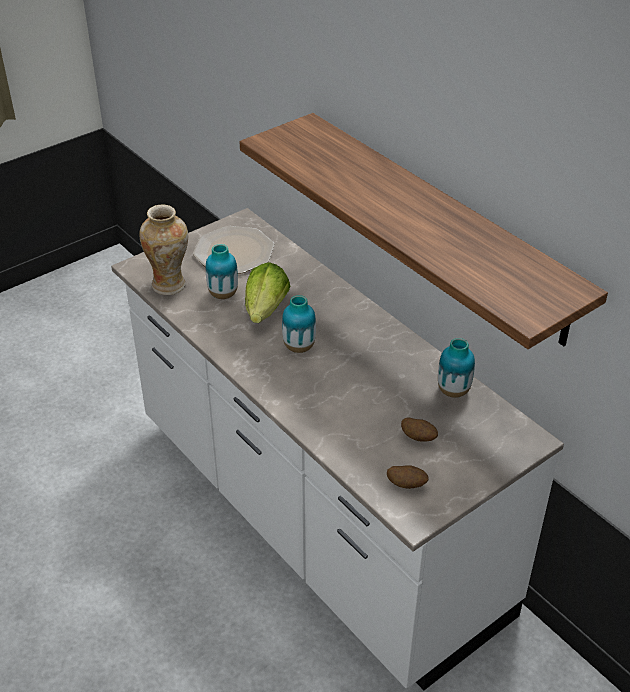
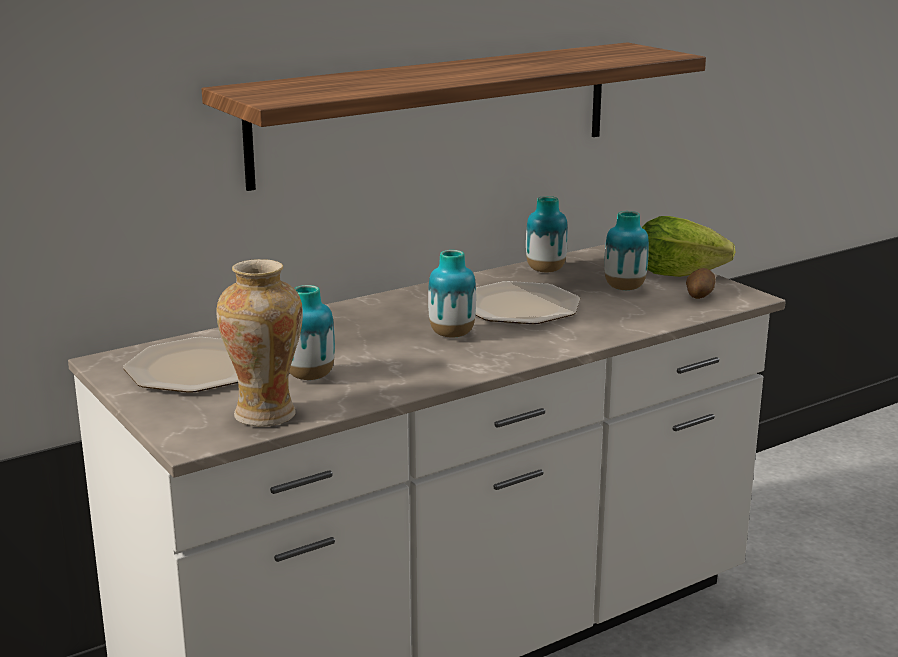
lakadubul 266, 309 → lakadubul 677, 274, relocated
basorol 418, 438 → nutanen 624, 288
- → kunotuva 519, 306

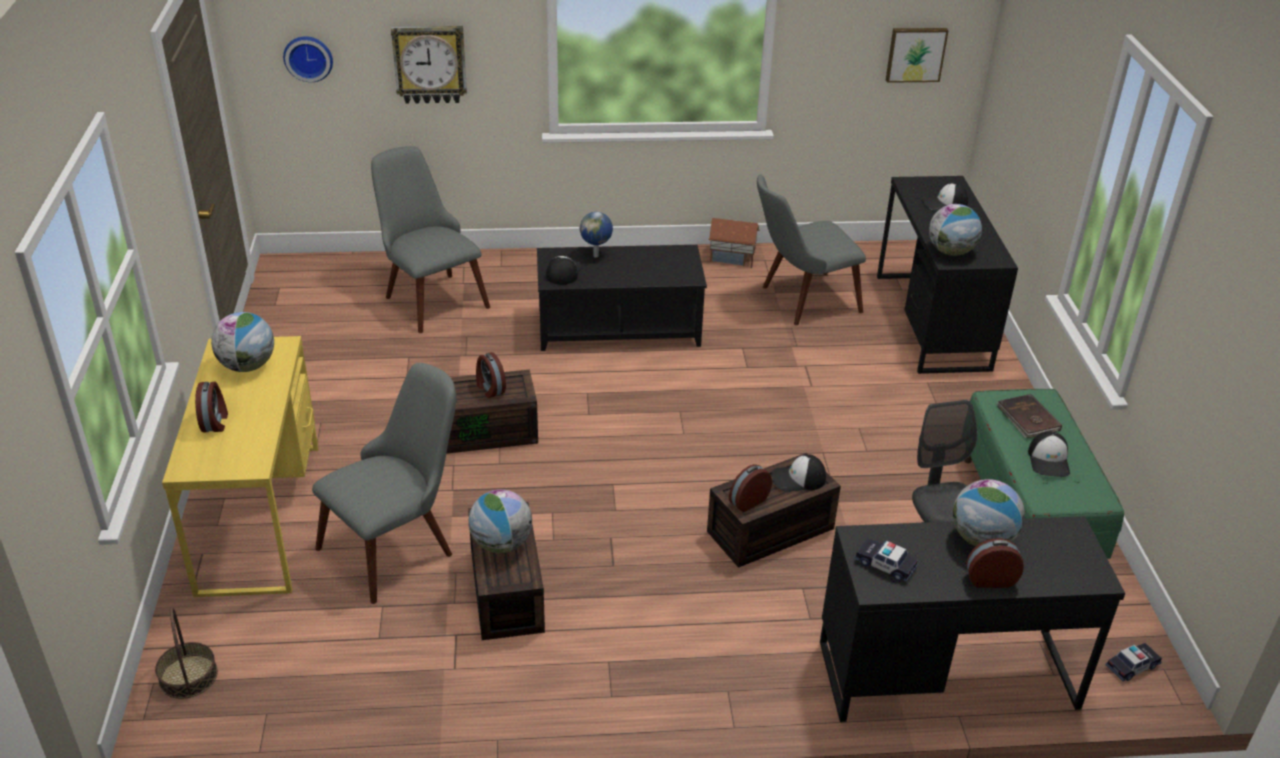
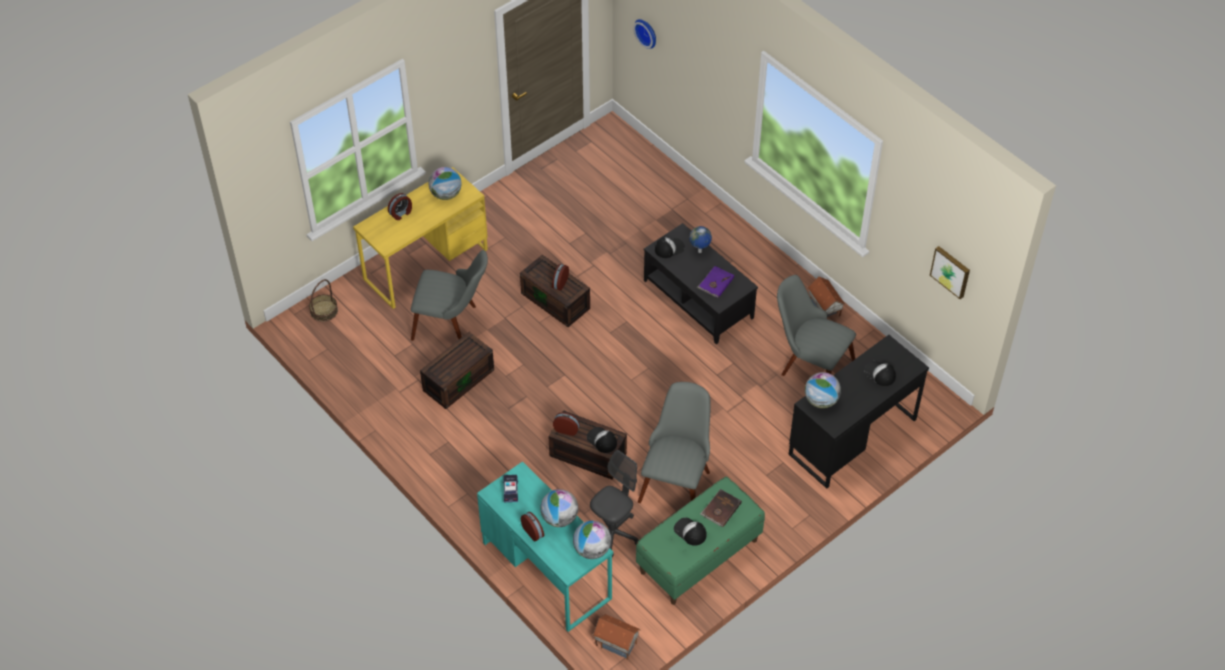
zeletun 430, 64 → -
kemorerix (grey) 429, 296 → kemorerix (grey) 677, 478, relocated
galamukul 1049, 460 → galamukul 690, 532, 75 degrees clockwise
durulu 501, 544 → durulu 592, 550, relocated
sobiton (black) 946, 674 → sobiton (turquoise) 546, 570
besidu 1132, 666 → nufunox 616, 643
- → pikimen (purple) 715, 283

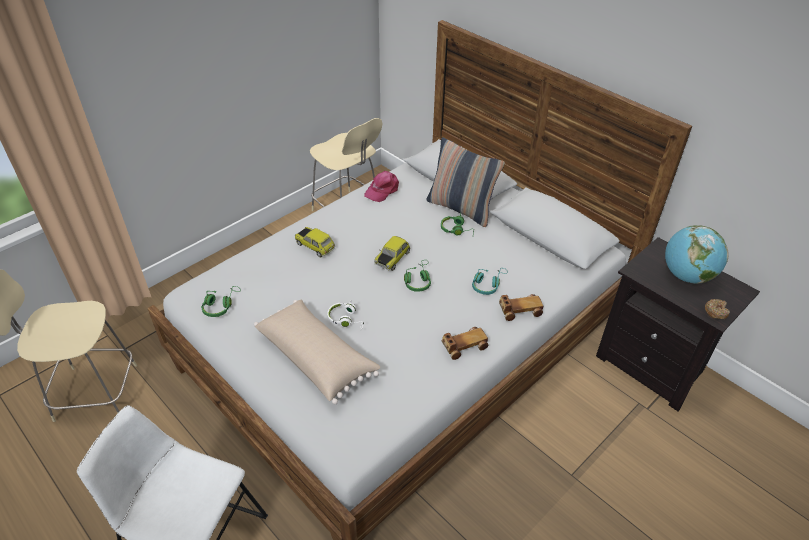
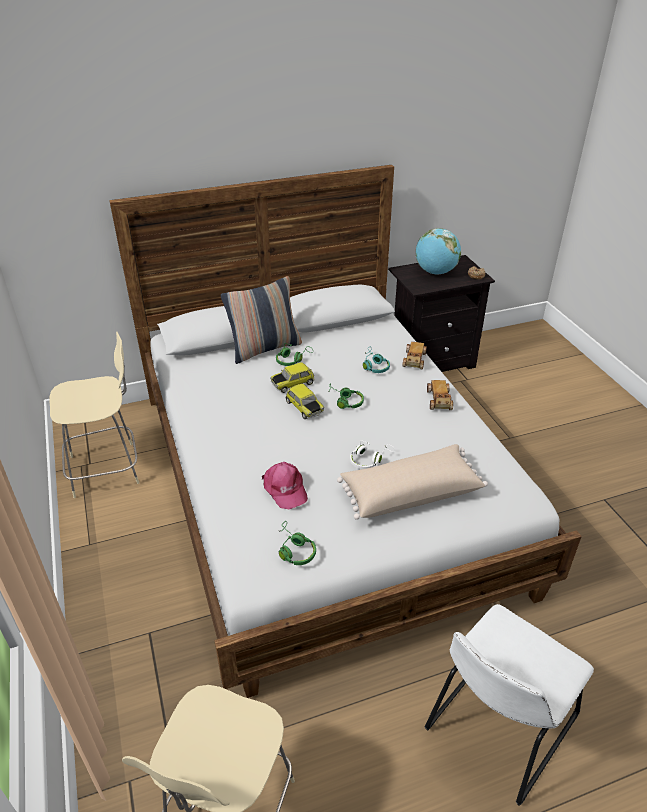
galamukul (pink) 382, 190 → galamukul (pink) 285, 489, relocated
besidu 316, 246 → besidu 292, 383, relocated

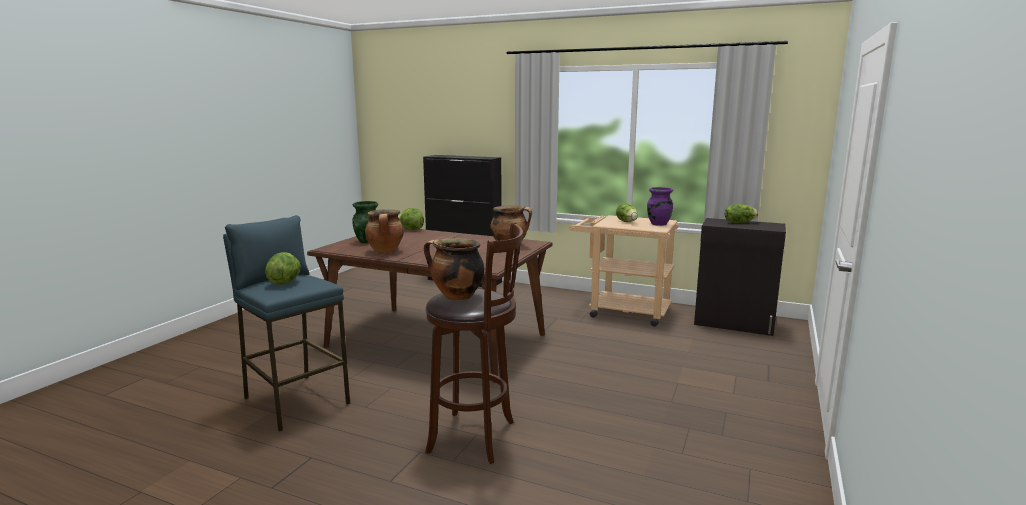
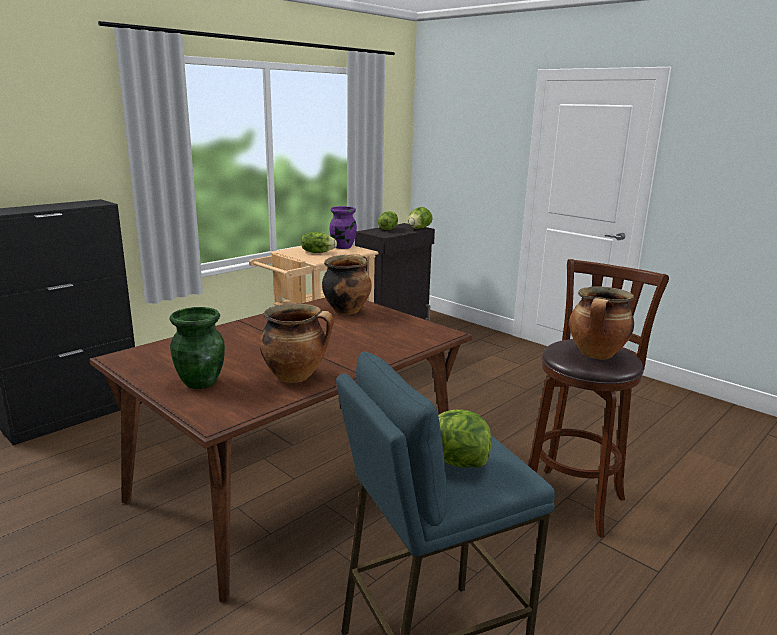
lakadubul 411, 229 → lakadubul 418, 229, relocated

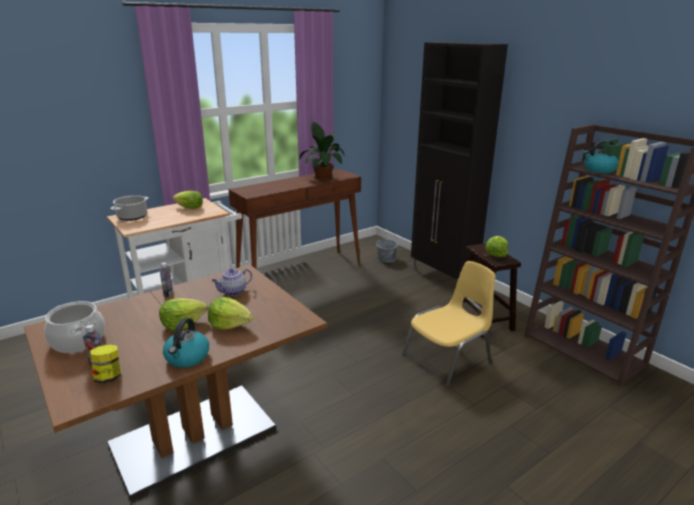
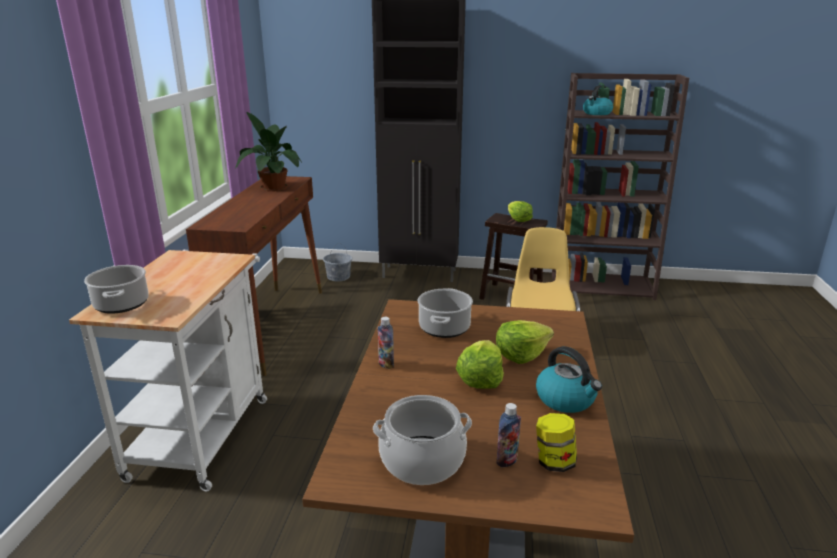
lakadubul 189, 208 → -
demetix 233, 292 → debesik 444, 328

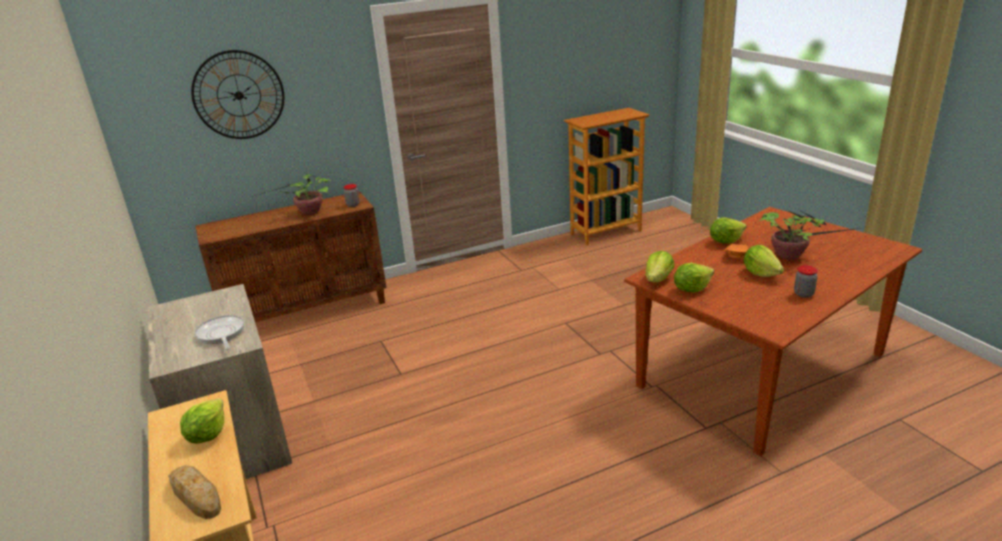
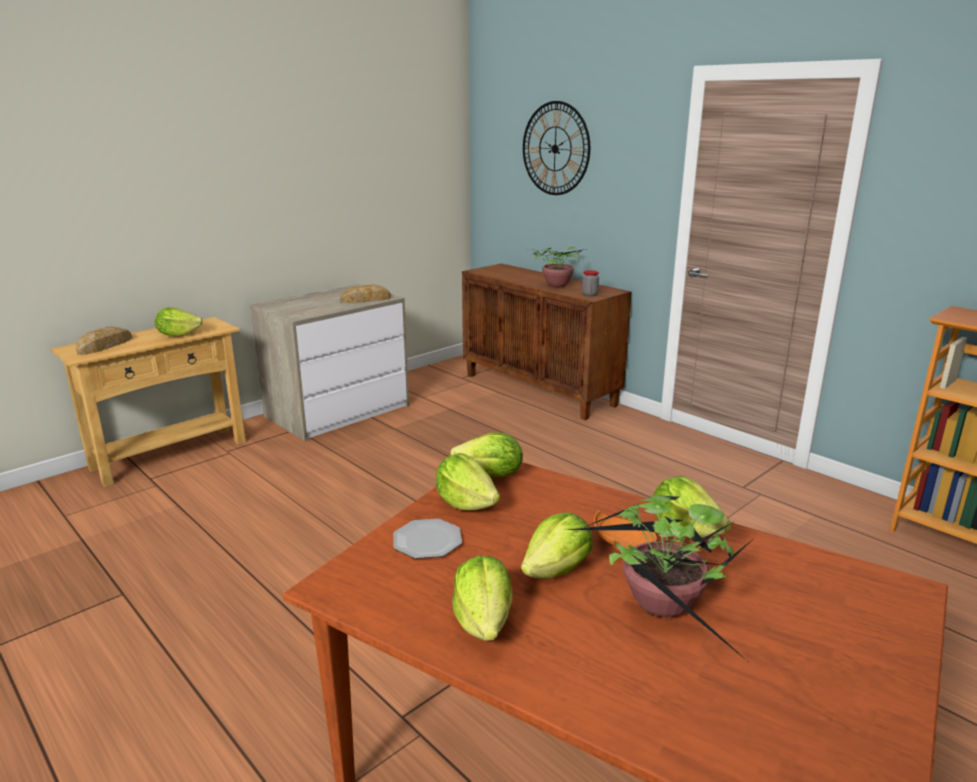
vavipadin 803, 294 → lakadubul 484, 621
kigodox 221, 334 → -
- → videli 366, 300
- → kunotuva 426, 541

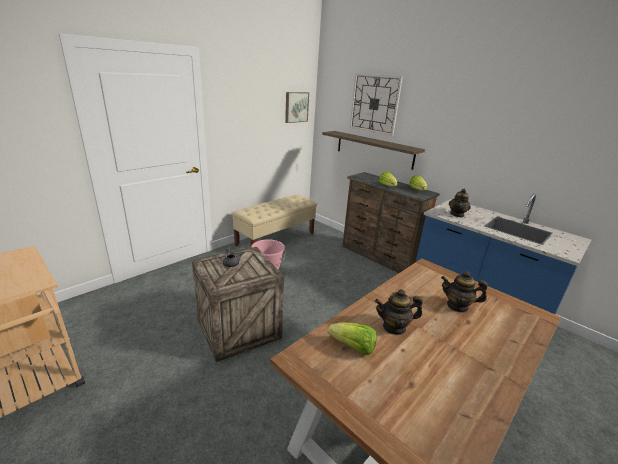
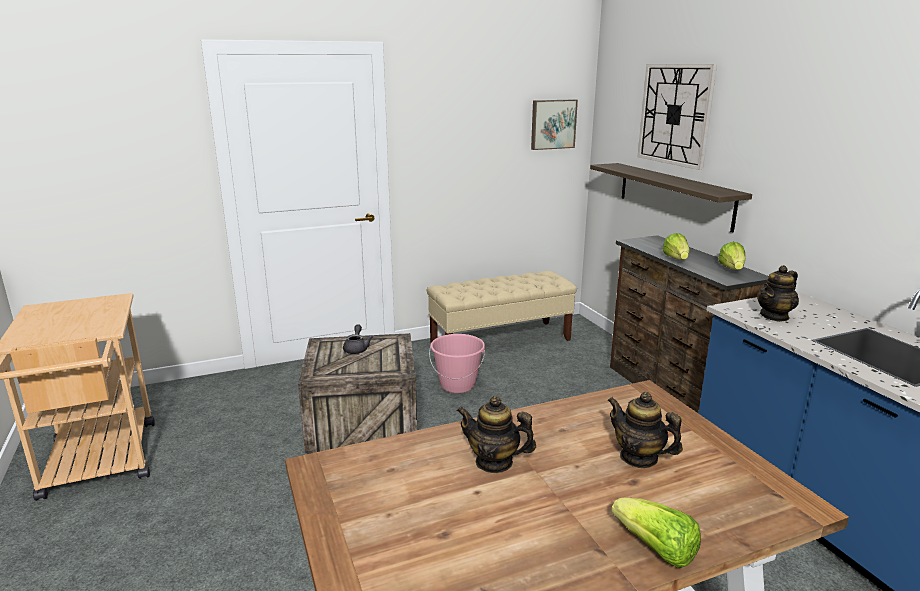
lakadubul 353, 347 → lakadubul 655, 549, relocated

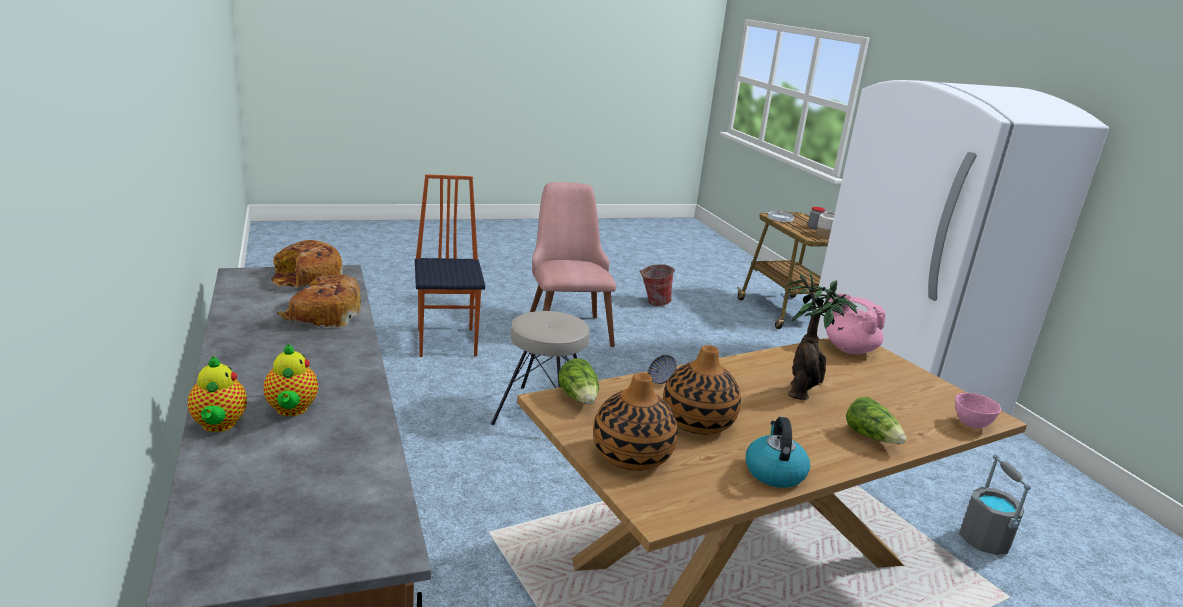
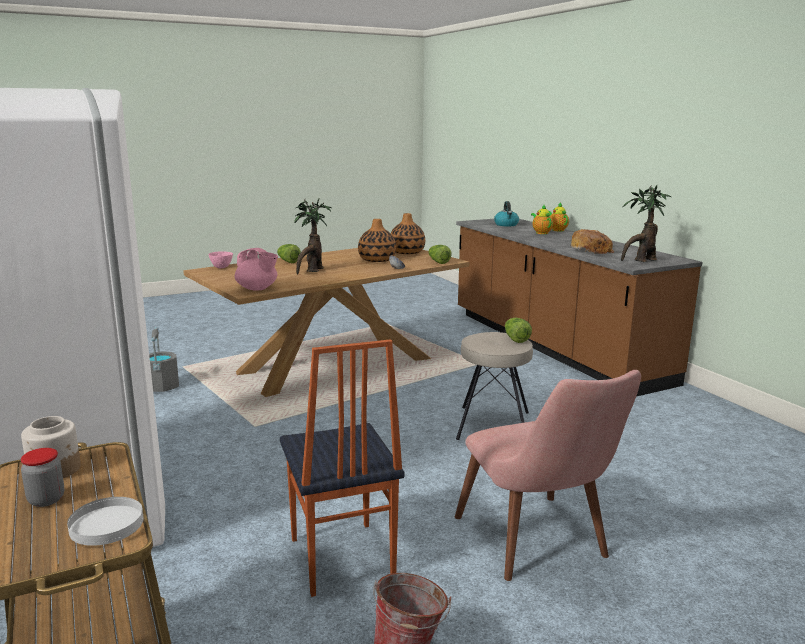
kemorerix 448, 342 → kemorerix 340, 559, relocated
videli 306, 278 → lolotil 641, 261
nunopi 774, 472 → nunopi 506, 225, relocated
- → lakadubul 515, 339

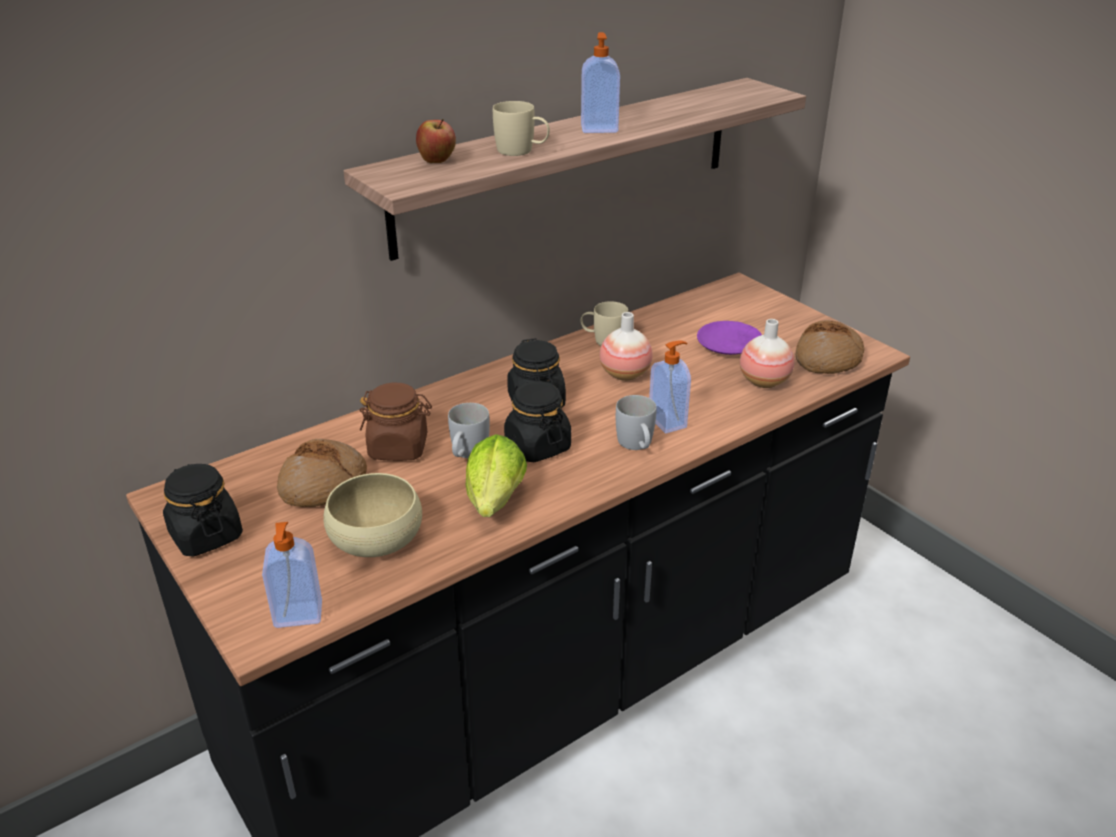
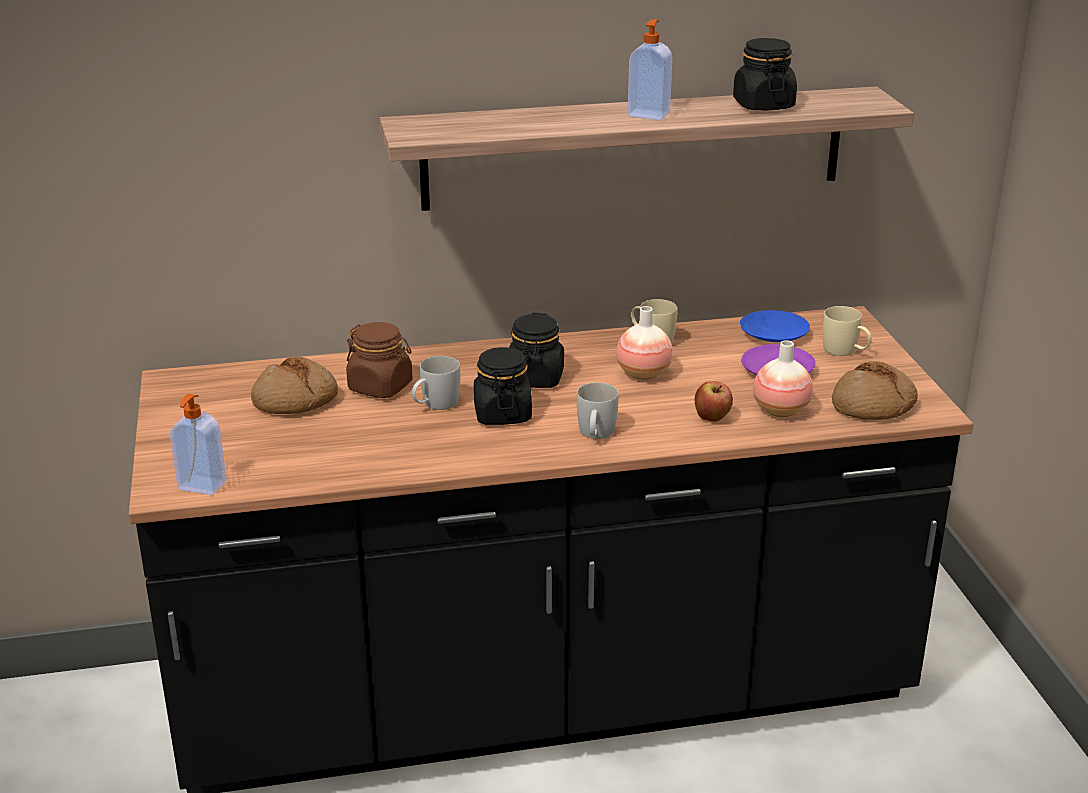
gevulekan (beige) 522, 151 → gevulekan (beige) 845, 351, relocated
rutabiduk 437, 161 → rutabiduk 712, 418, relocated
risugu 668, 422 → -
lakadubul 494, 504 → -
vavipadin (black) 206, 535 → vavipadin (black) 763, 105, relocated
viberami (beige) 376, 537 → -
- → kunotuva (blue) 773, 334

